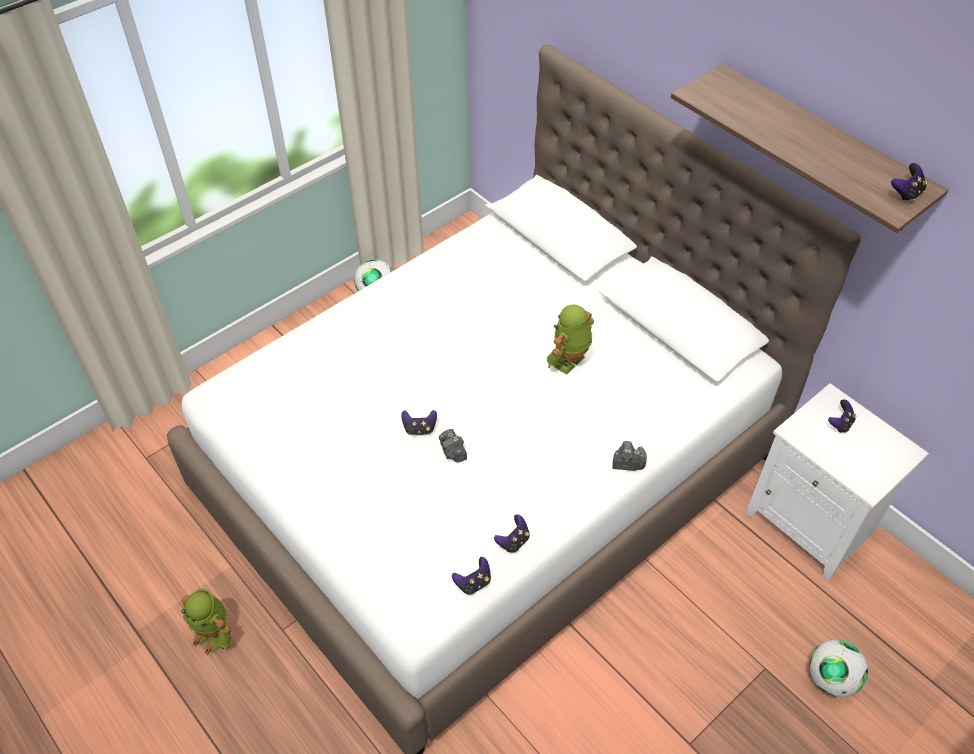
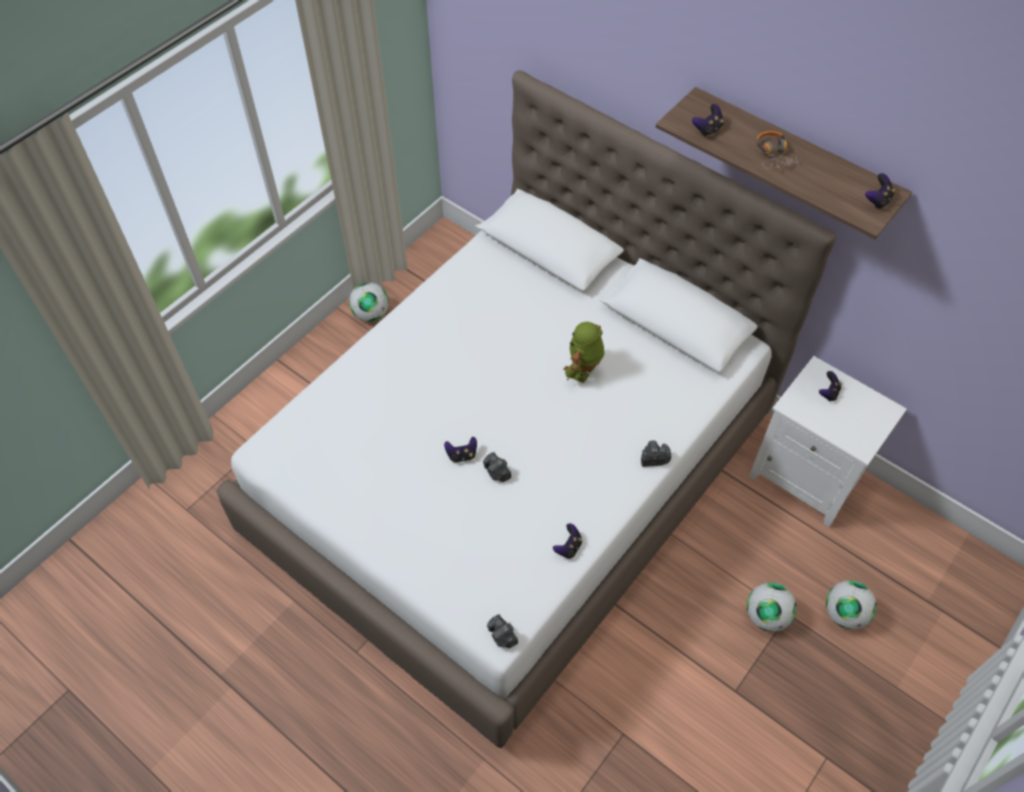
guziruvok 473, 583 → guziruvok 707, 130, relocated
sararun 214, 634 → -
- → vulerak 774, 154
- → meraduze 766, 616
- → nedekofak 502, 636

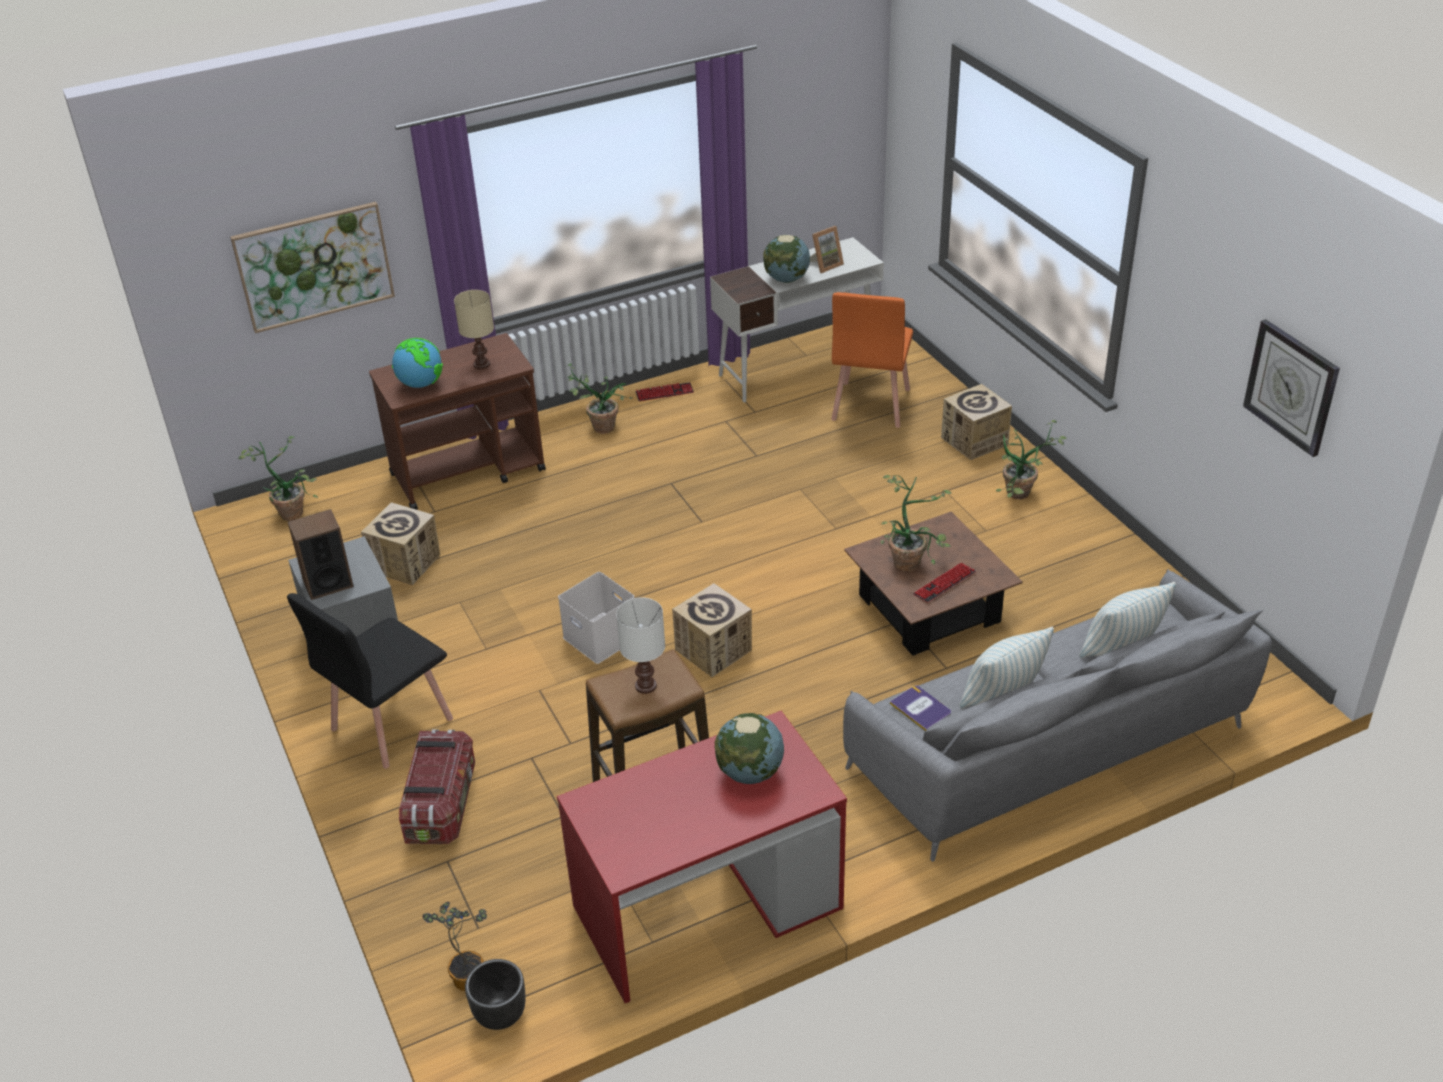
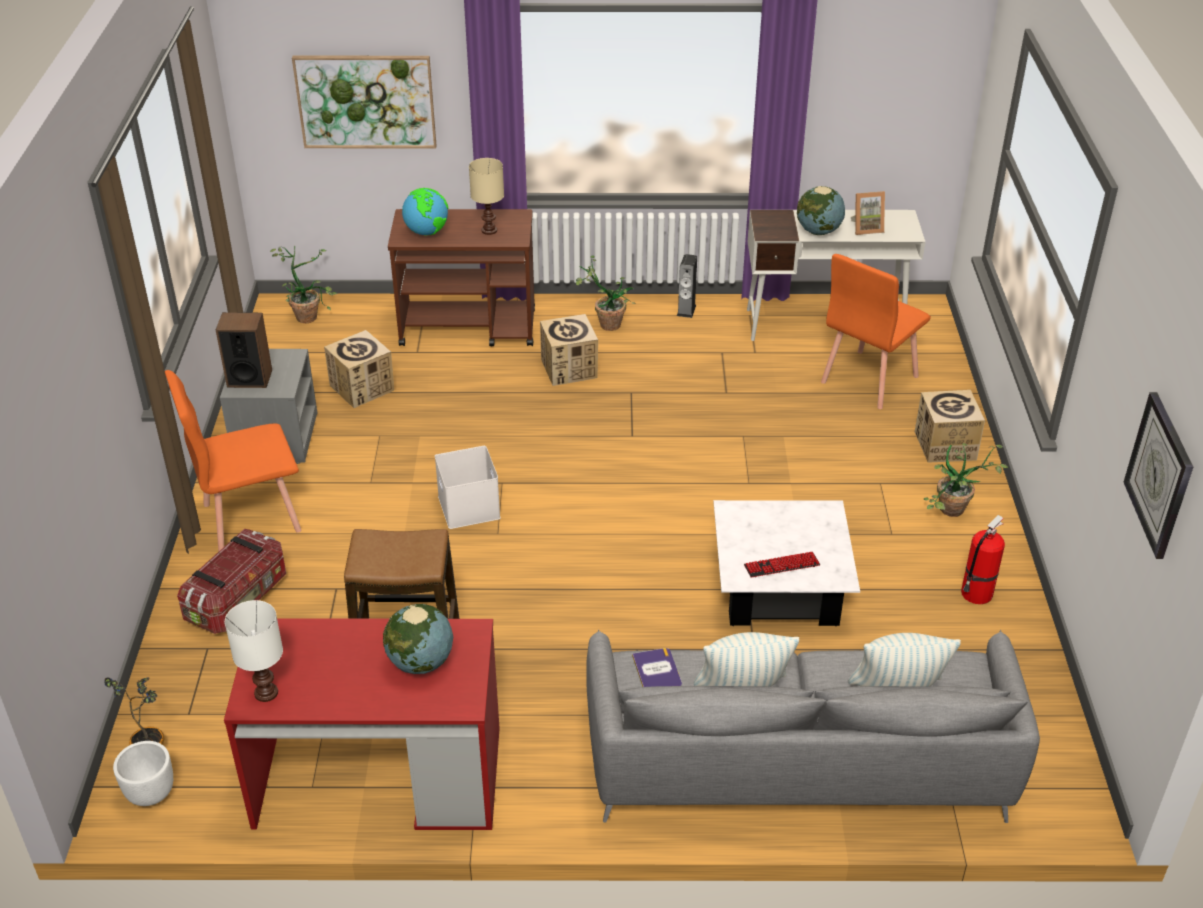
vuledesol 664, 393 → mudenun 686, 310
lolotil 911, 560 → -
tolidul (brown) 929, 608 → tolidul (white) 779, 588
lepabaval 713, 650 → lepabaval 569, 368, relocated
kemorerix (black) 390, 724 → kemorerix (orange) 250, 517
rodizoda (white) 646, 686 → rodizoda (white) 267, 693, relocated
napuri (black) 499, 1014 → napuri (white) 150, 793
- → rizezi 976, 594

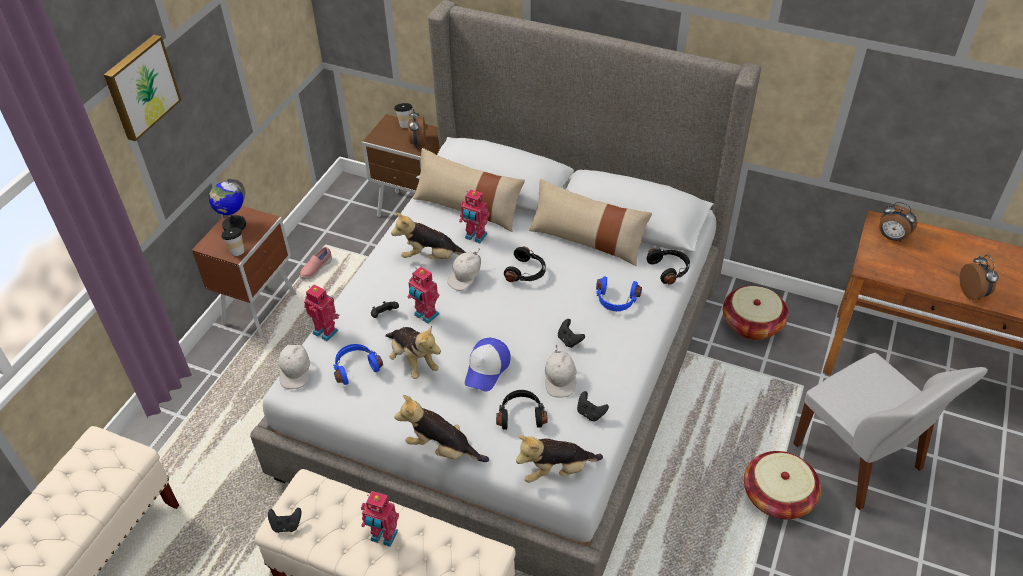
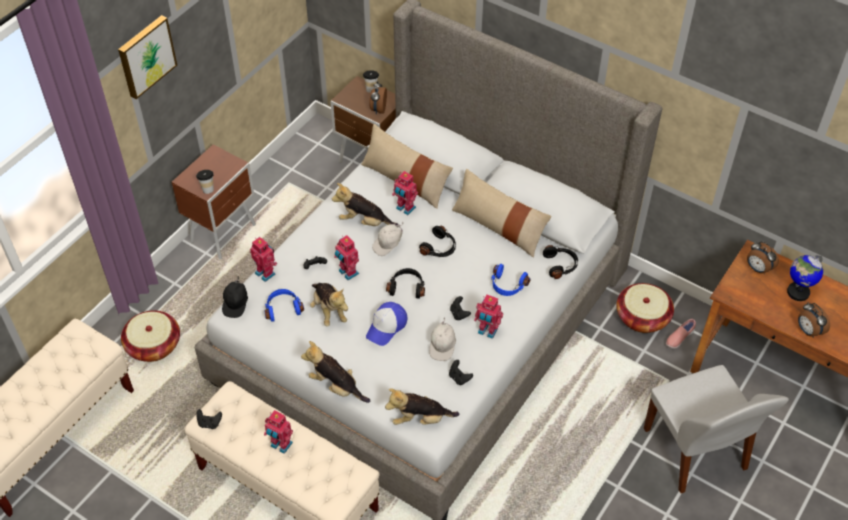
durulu 234, 225 → durulu 797, 292, relocated
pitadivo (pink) 316, 269 → pitadivo (pink) 679, 338, relocated
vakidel 973, 293 → vakidel 808, 331, 150 degrees clockwise
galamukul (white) 296, 372 → galamukul (black) 236, 304
vulerak (black) 521, 415 → vulerak (black) 407, 287, relocated
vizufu 777, 496 → vizufu 153, 345, relocated
- → sararun 487, 331

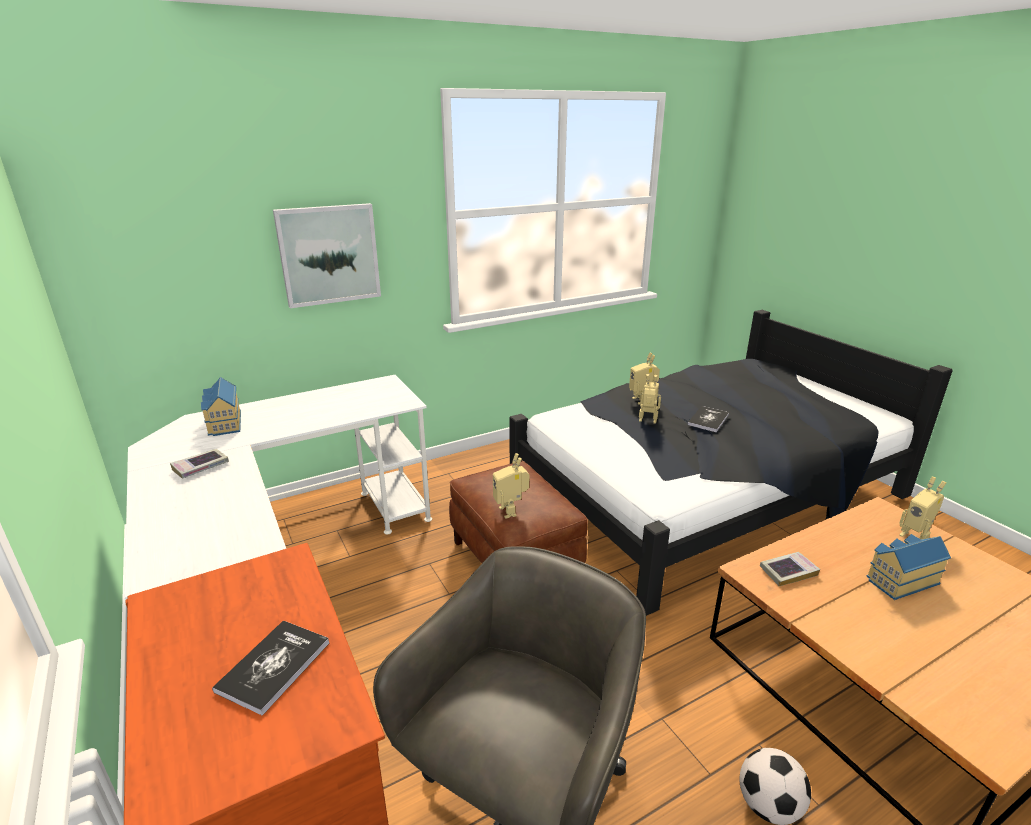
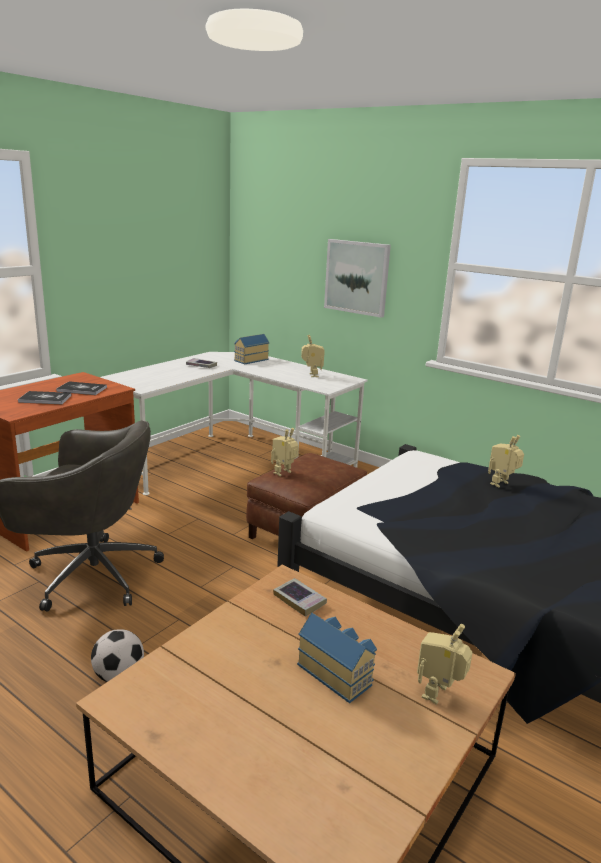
sararun 647, 421 → sararun 311, 375, relocated
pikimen 708, 420 → pikimen 82, 389, relocated

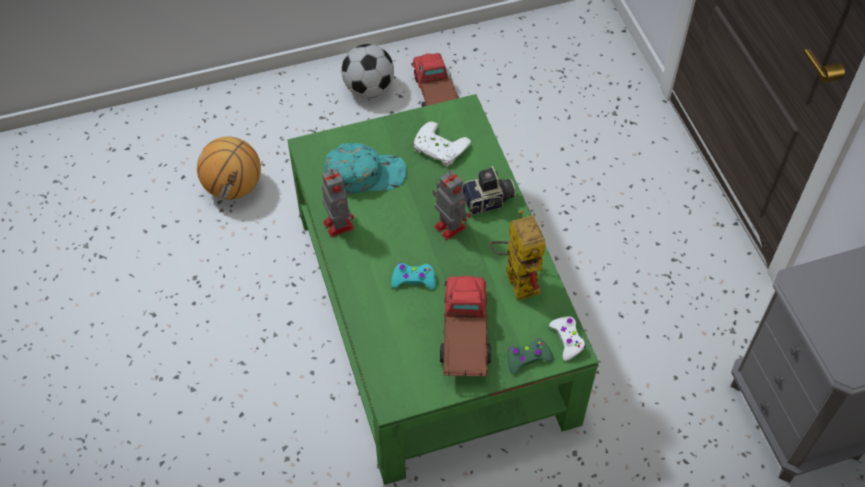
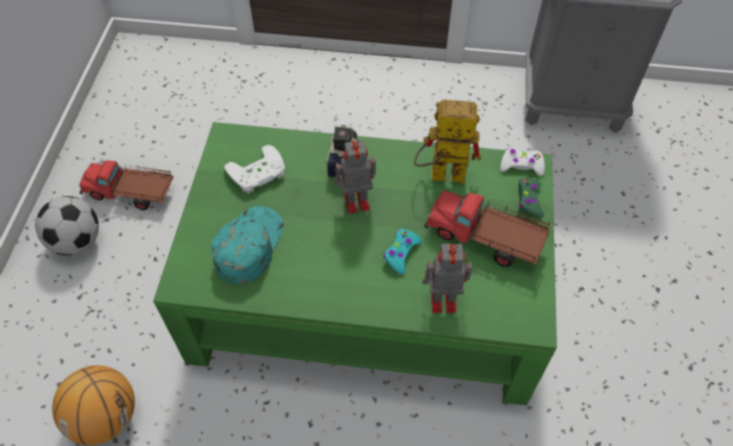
sararun 337, 224 → sararun 441, 300, relocated

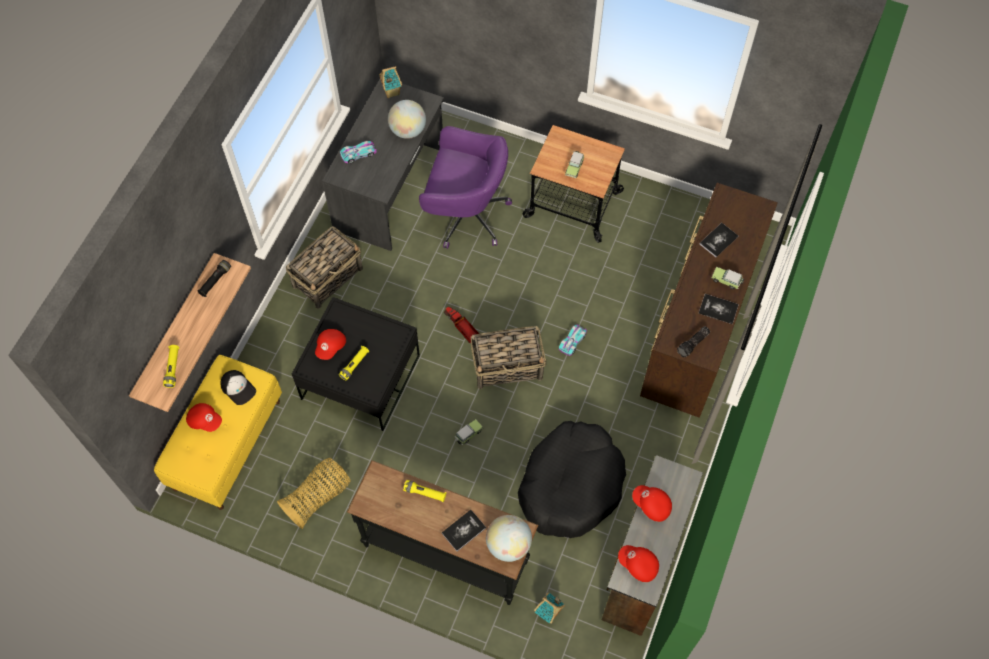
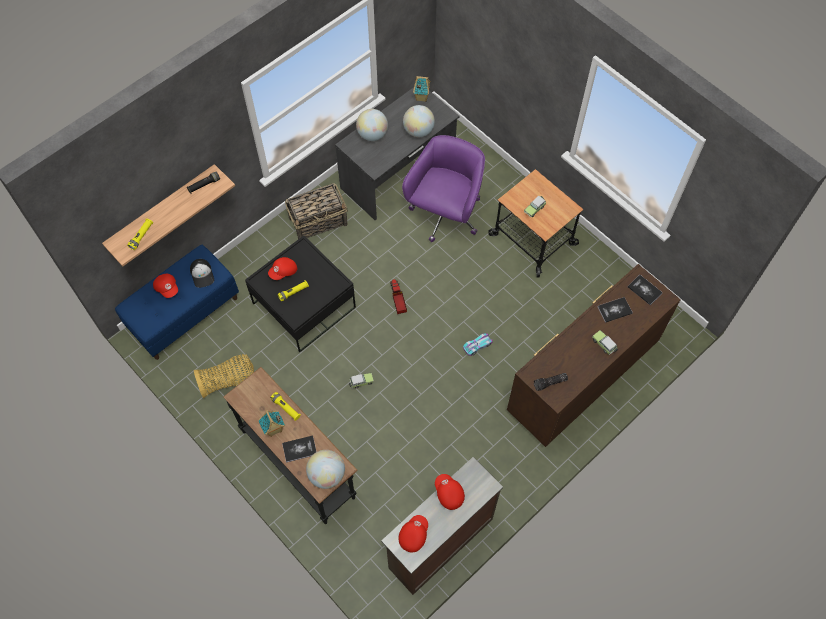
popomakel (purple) 465, 214 → popomakel (purple) 445, 215, 105 degrees counterclockwise
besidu 358, 154 → durulu 372, 134
pikimen 718, 309 → pikimen 644, 290, relocated
vizufu 508, 366 → -
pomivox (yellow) 227, 444 → pomivox (blue) 184, 313
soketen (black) 571, 485 → -
galamukul (red) 638, 565 → galamukul (red) 413, 535, 60 degrees clockwise
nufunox 548, 614 → nufunox 274, 430, relocated

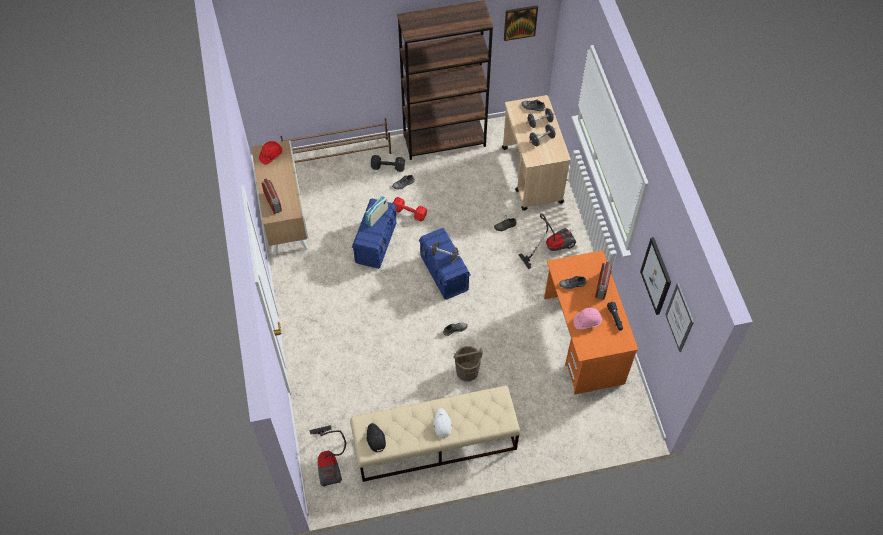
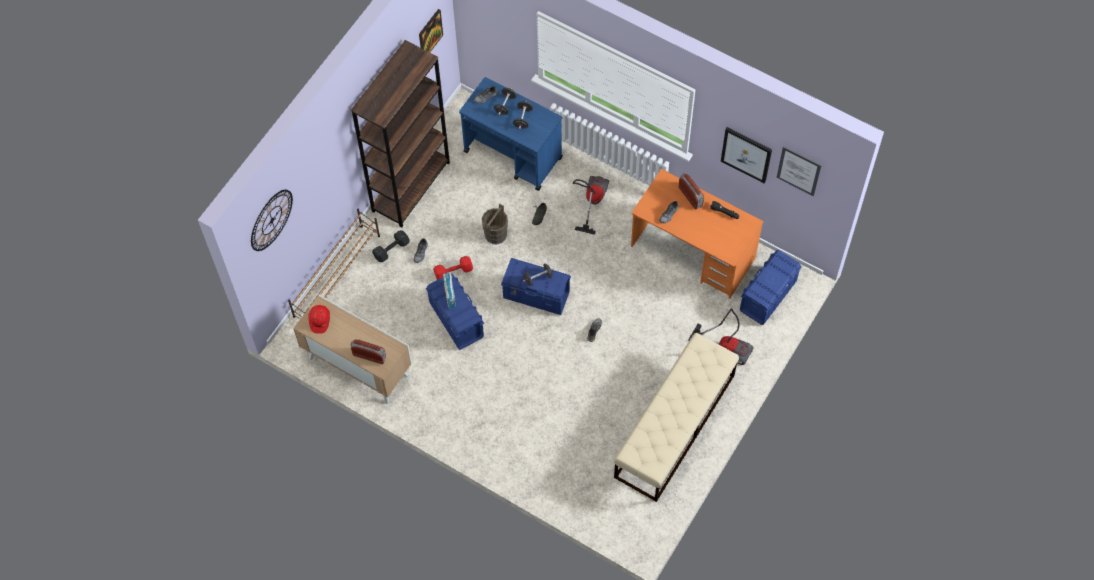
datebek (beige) 532, 175 → datebek (blue) 513, 155
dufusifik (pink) 587, 321 → -
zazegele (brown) 467, 371 → zazegele (brown) 495, 234, relocated
galamukul (white) 442, 424 → -
galamukul (black) 375, 439 → -
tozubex 329, 461 → tozubex 727, 346, relocated
- → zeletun 271, 220
- → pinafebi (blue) 767, 296

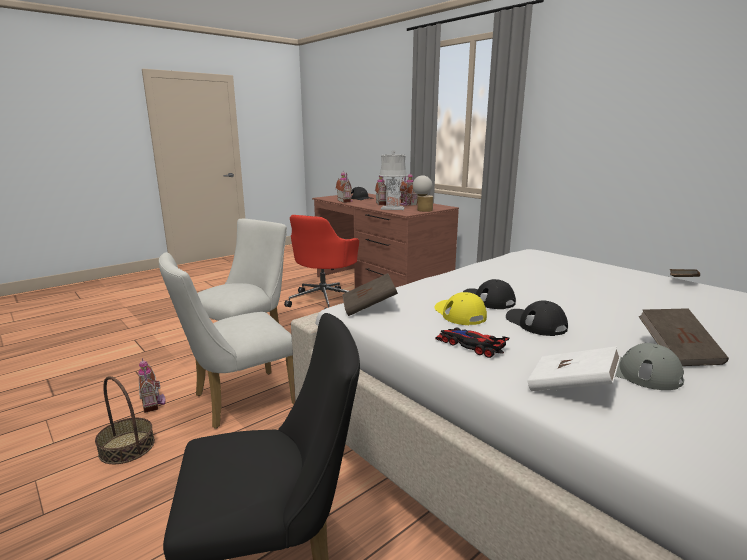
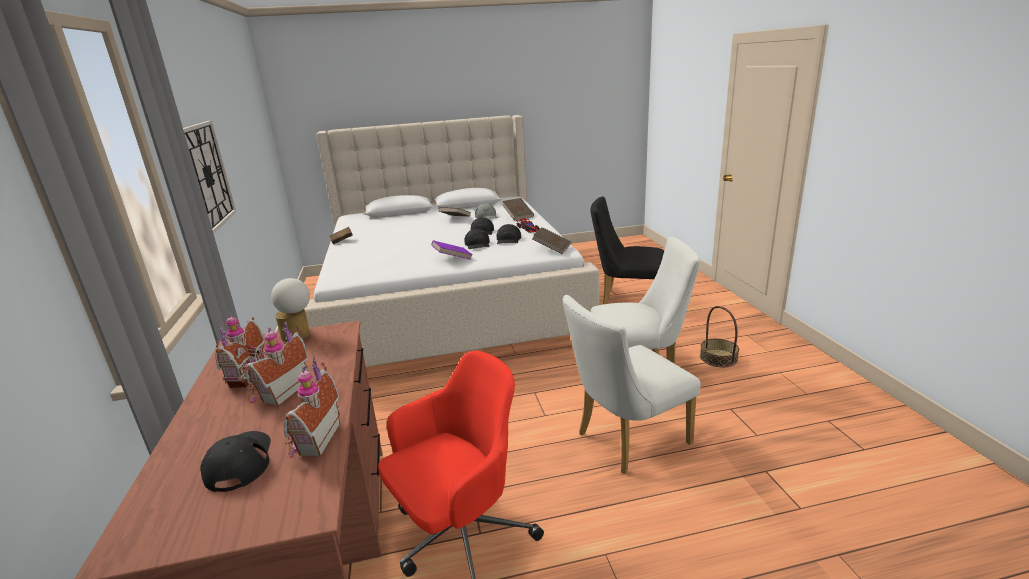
rodizoda (grey) 392, 209 → -
galamukul (yellow) 459, 314 → galamukul (black) 508, 239
pikimen (white) 571, 387 → pikimen (brown) 518, 216
nufunox 153, 402 → -
- → zeletun 206, 176
- → pikimen (purple) 452, 258

